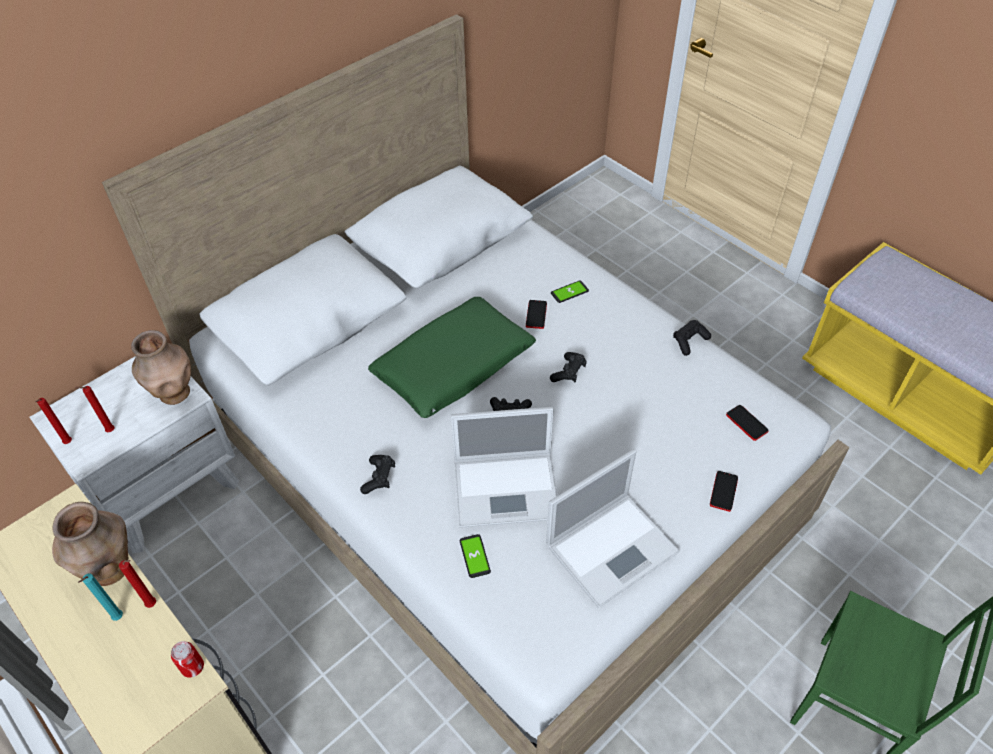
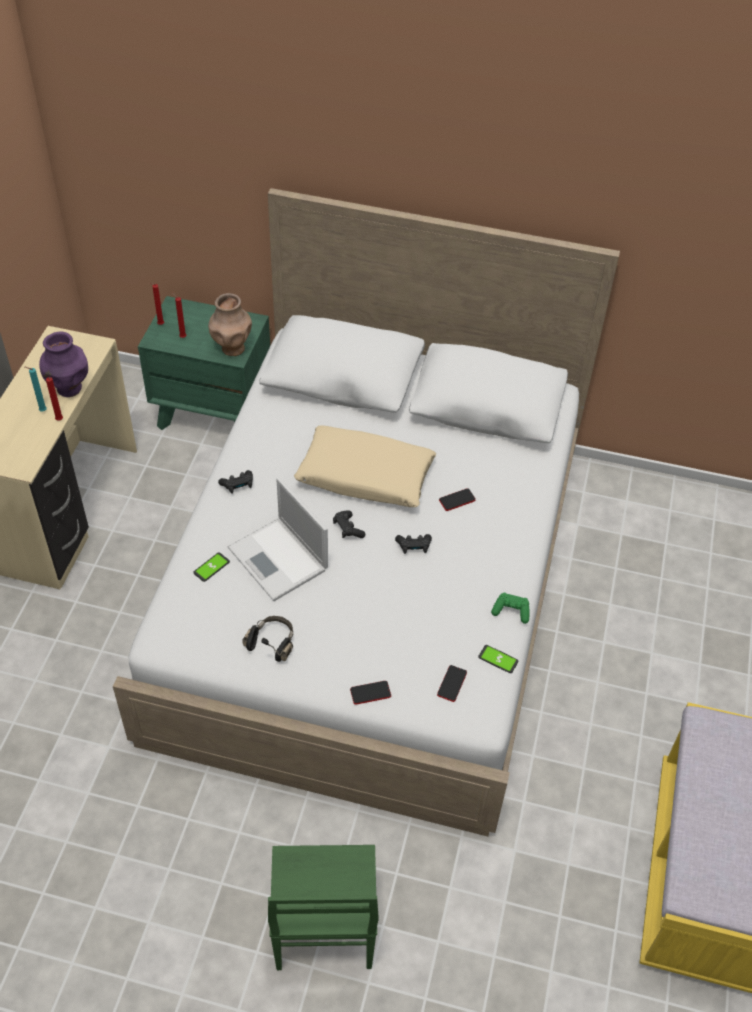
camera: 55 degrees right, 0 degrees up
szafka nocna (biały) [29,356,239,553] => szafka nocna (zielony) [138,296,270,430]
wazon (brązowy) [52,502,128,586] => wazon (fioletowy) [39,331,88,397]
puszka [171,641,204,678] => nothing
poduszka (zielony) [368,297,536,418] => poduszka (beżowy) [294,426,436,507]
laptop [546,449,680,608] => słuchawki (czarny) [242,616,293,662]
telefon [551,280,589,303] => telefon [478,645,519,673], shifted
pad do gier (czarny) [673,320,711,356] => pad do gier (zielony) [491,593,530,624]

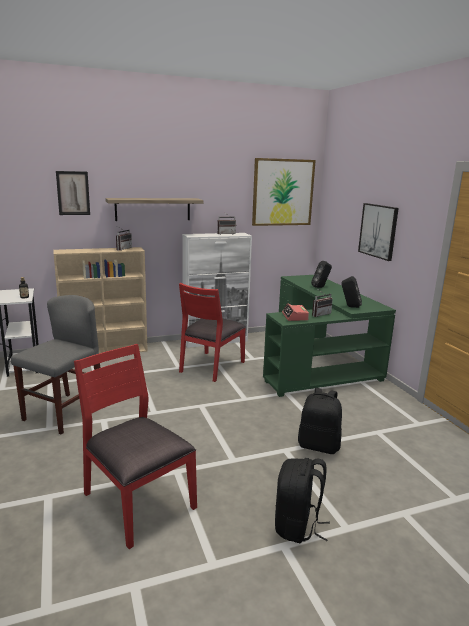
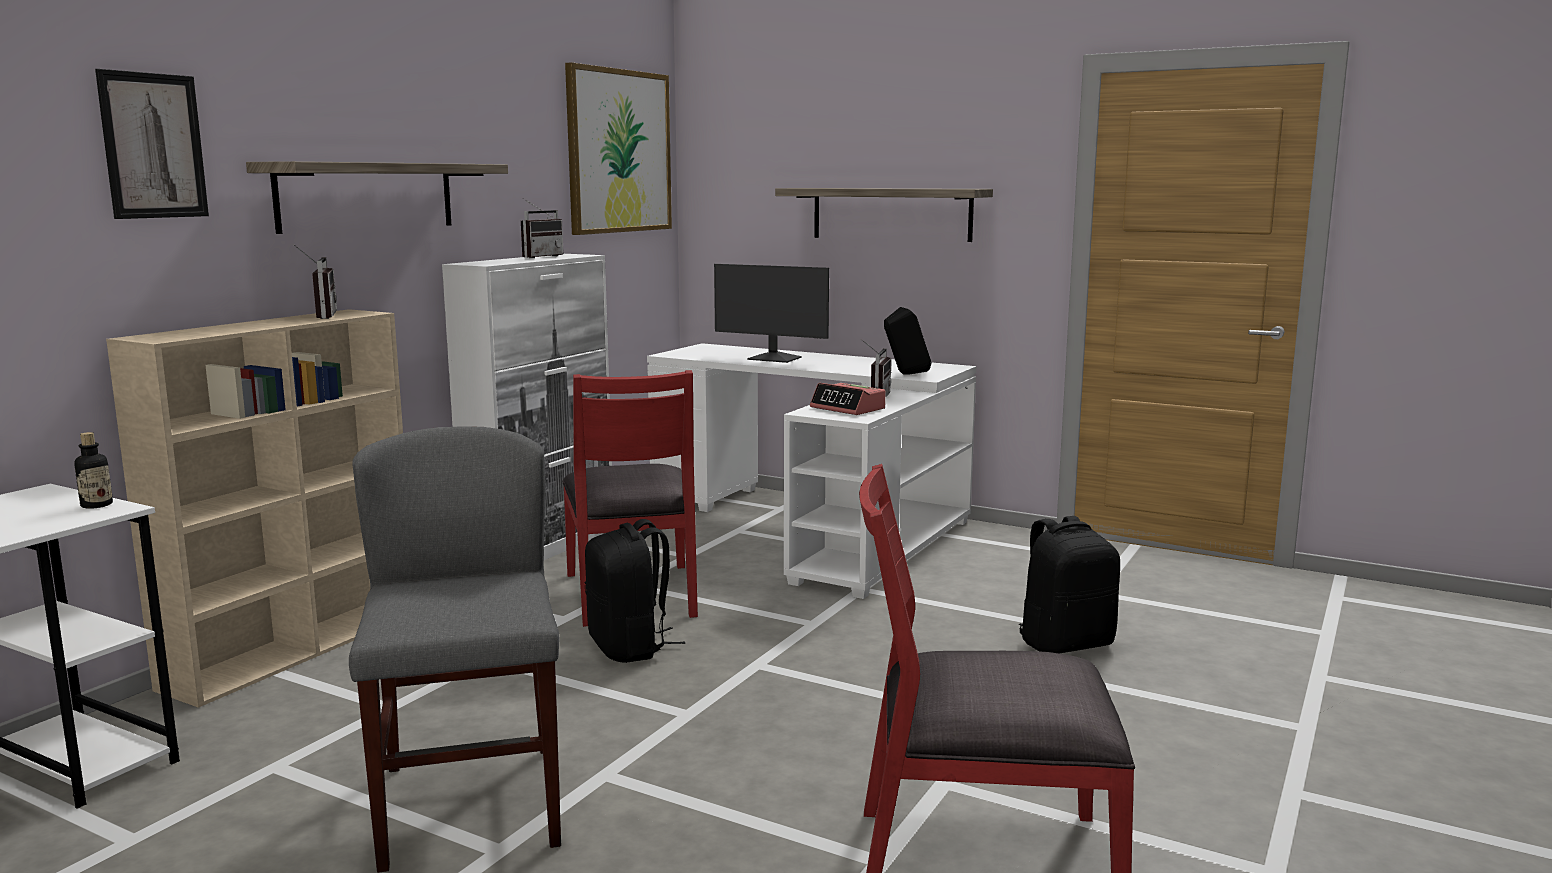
camera: 40 degrees left, 5 degrees down
biurko (zielony) [263,275,396,397] => biurko (biały) [647,343,976,599]
plecak (czarny) [275,458,330,543] => plecak (czarny) [585,519,685,663], shifted
głośnik (czarny) [311,261,332,288] => monitor [714,264,829,363]
obraz [358,203,399,261] => półka [775,188,993,242]

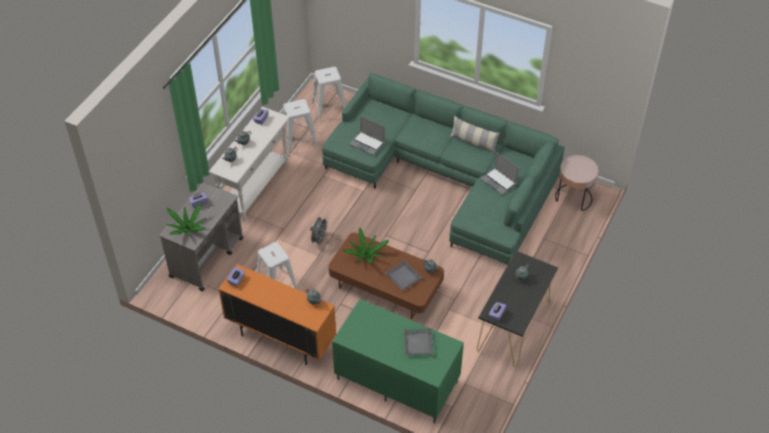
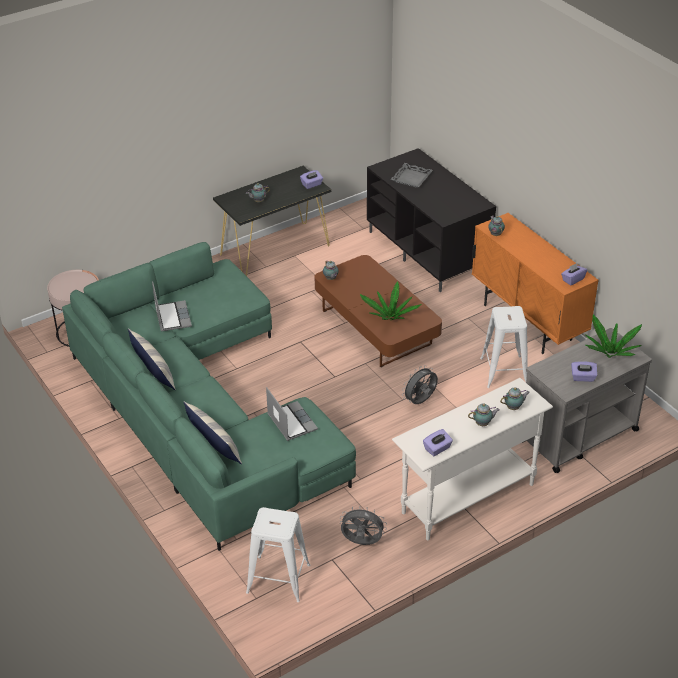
camera: 150 degrees left, 10 degrees down
stołek (biały) [283,99,318,155] => wentylator (szary) [340,506,387,545]
szafka pod telewizor (zielony) [332,299,464,423] => szafka pod telewizor (czarny) [367,148,496,292]
taca (szary) [384,260,423,291] => nothing
nothing => poduszka [183,401,242,464]

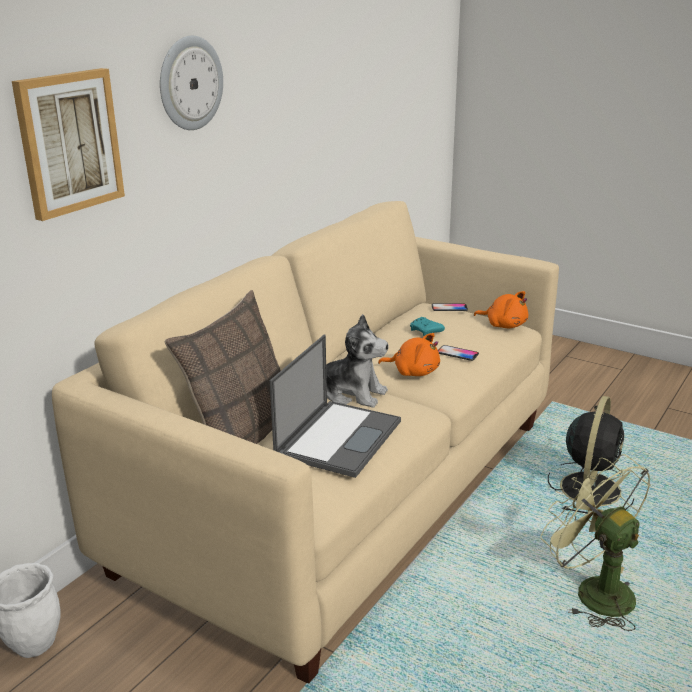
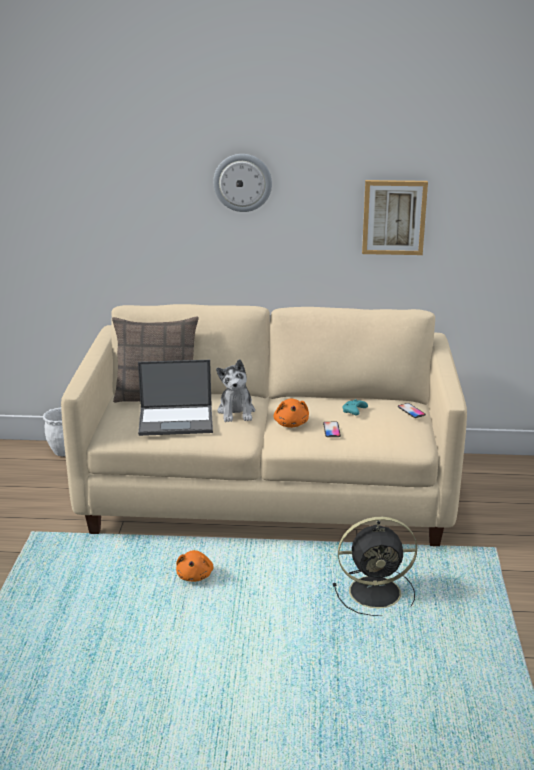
camera: 60 degrees right, 0 degrees up
obraz [12,68,125,221] => obraz [362,180,428,255], shifted
pluszak (pomarańczowy) [474,291,528,328] => pluszak (pomarańczowy) [176,550,214,582], shifted
wentylator (zielony) [540,454,651,631] => nothing

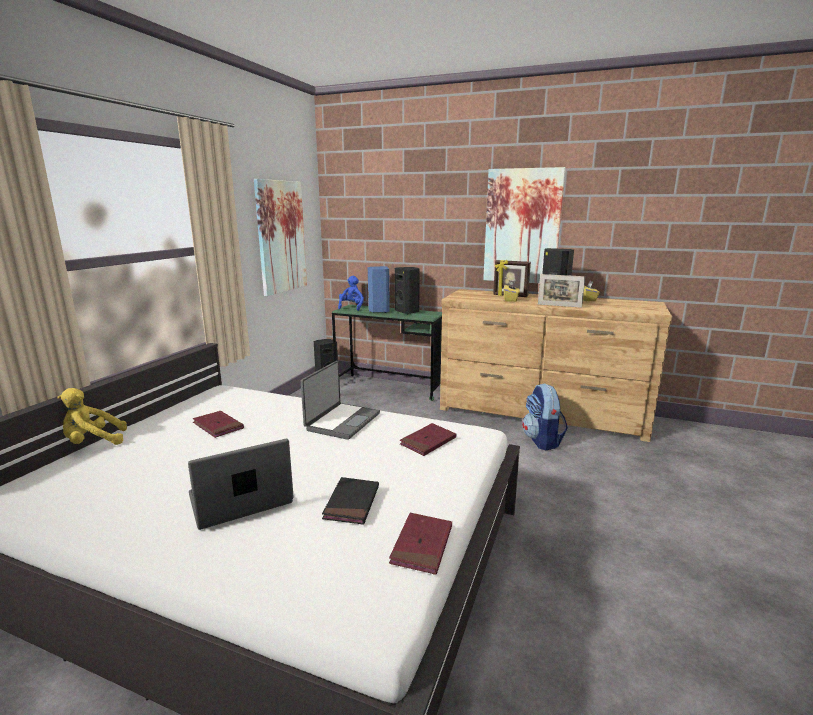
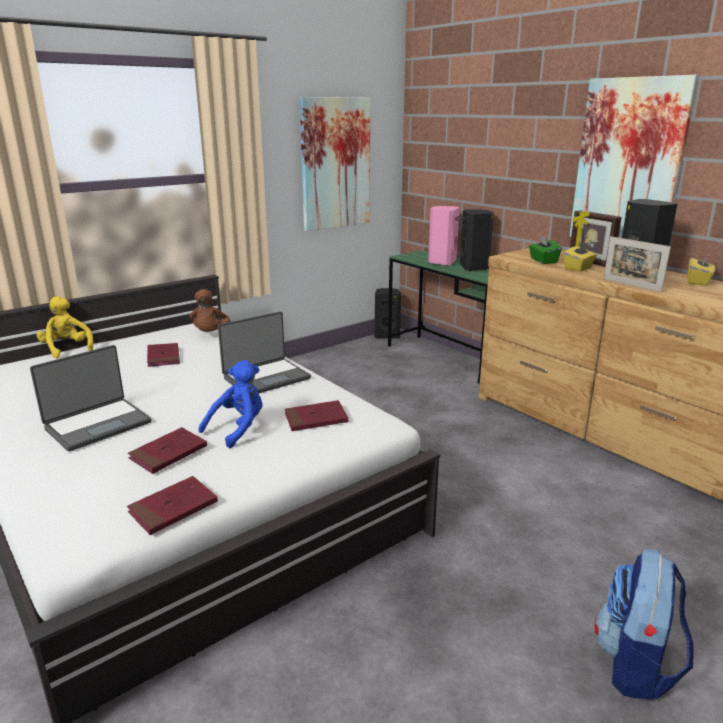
camera: 30 degrees right, 5 degrees up
pluszak (żółty) [57,388,127,445] => pluszak (żółty) [36,296,93,359], 45 degrees clockwise
laptop [188,439,294,530] => laptop [30,345,152,452], 135 degrees clockwise
książka (czarny) [322,477,379,525] => książka (czerwony) [128,427,207,474]
pluszak (niebieski) [338,276,364,311] => pluszak (niebieski) [198,360,263,448], shifted
głośnik (niebieski) [368,266,390,313] => głośnik (różowy) [428,206,460,266]
plecak [522,383,568,450] => plecak [595,550,694,700], shifted
nothing => pluszak (brązowy) [189,289,231,332]
nothing => pudełko chusteczek (zielony) [529,235,562,264]

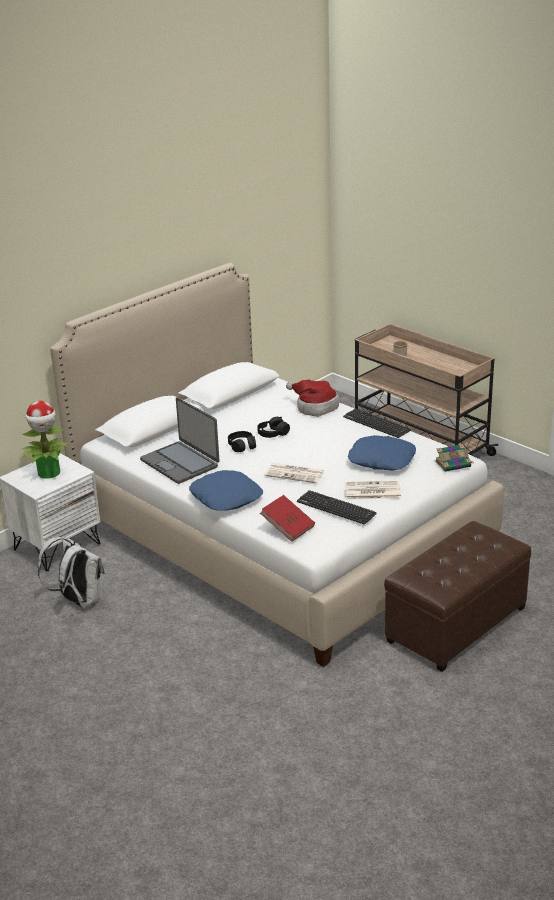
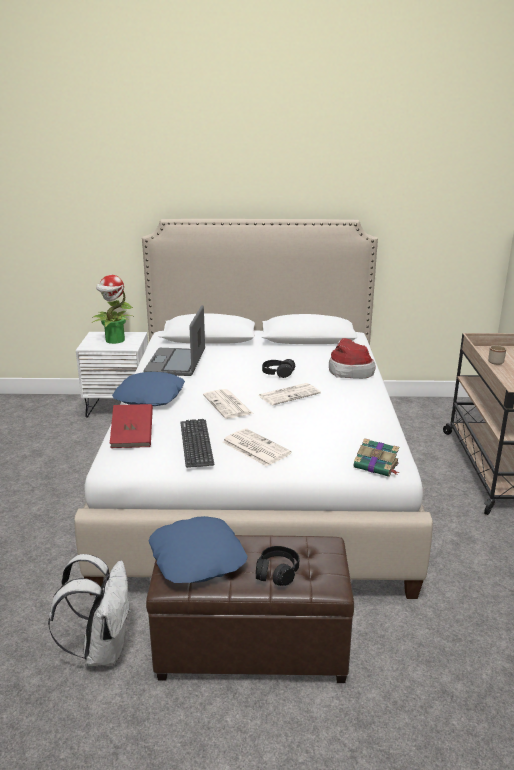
camera: 45 degrees right, 5 degrees down
plecak (biały) [38,537,105,608] => plecak (biały) [48,554,130,666], shifted
słuchawki (czarny) [228,431,256,452] => słuchawki (czarny) [256,546,299,586], shifted
klawiatura [343,408,411,438] => nothing
poduszka (niebieski) [348,435,416,471] => poduszka (niebieski) [148,516,247,583], shifted
nothing => gazeta [258,383,321,406]

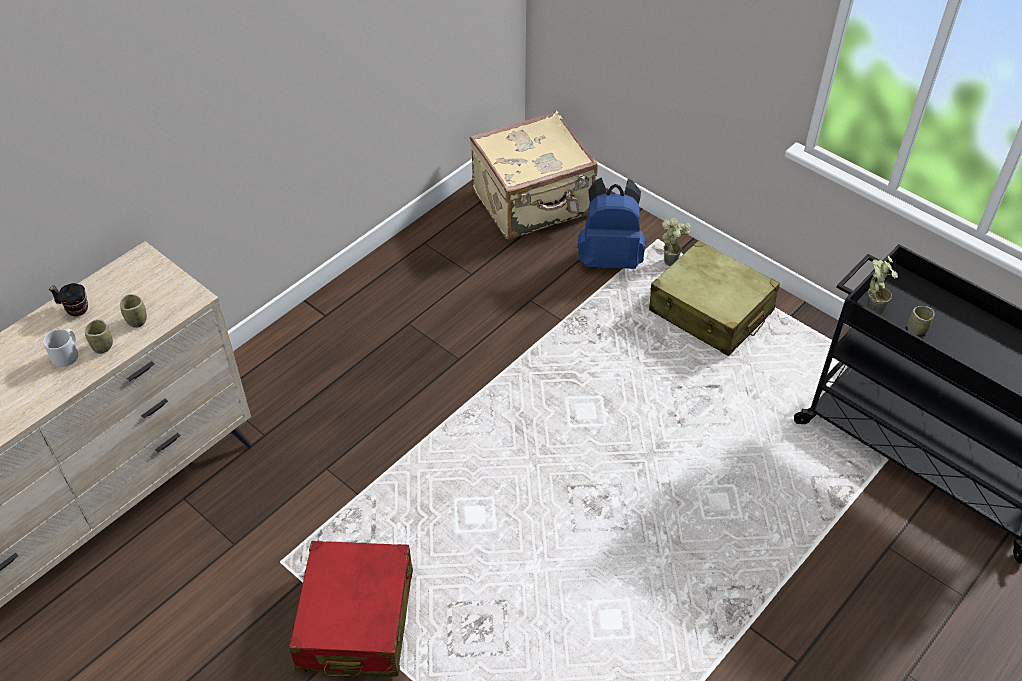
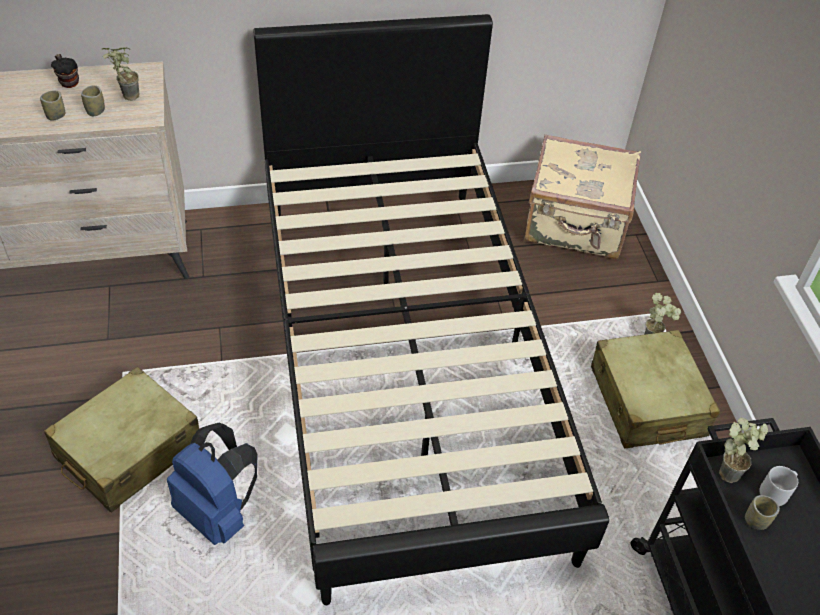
camera: 35 degrees right, 0 degrees up
kubek (szary) [43,329,78,367] => kubek (szary) [759,466,798,506], shifted
walizka (czerwony) [289,541,413,676] => walizka (beżowy) [44,367,199,513]
plecak (niebieski) [578,177,645,269] => plecak (niebieski) [167,423,258,545], shifted
nothing => roślina doniczkowa [102,47,140,101]
nothing => łóżko (czarny) [253,14,609,605]

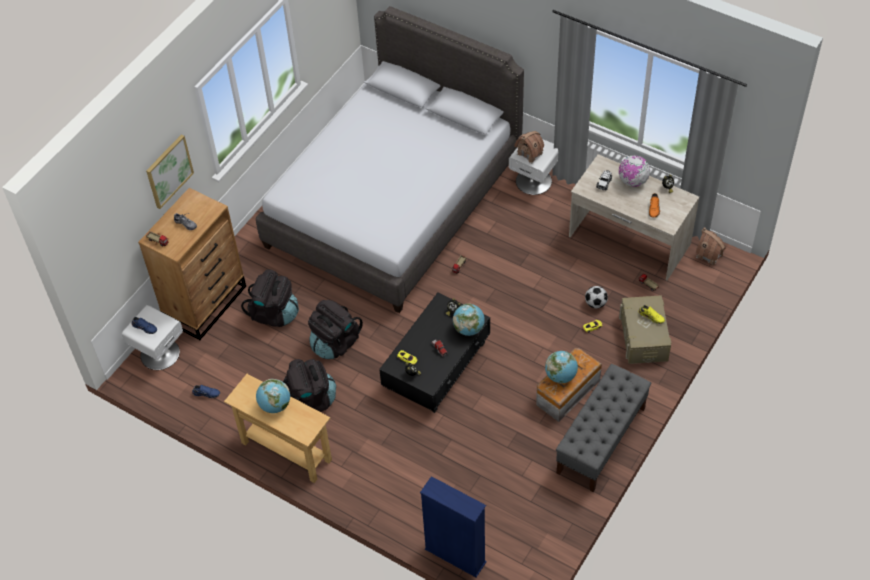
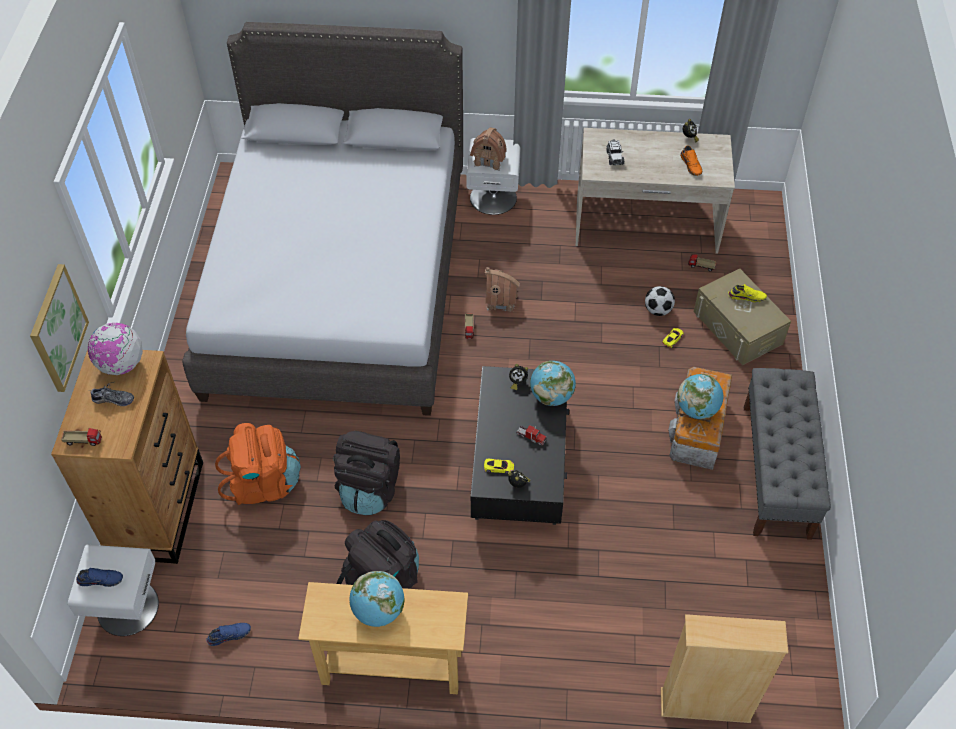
camera: 30 degrees left, 0 degrees up
plecak (czarny) [241,269,299,327] => plecak (pomarańczowy) [215,423,301,505]
regał (niebieski) [420,476,487,577] => regał (beżowy) [661,614,788,723]
globus [619,156,650,187] => globus [88,323,143,375], shifted
domek [696,227,725,265] => domek [485,267,520,312], shifted

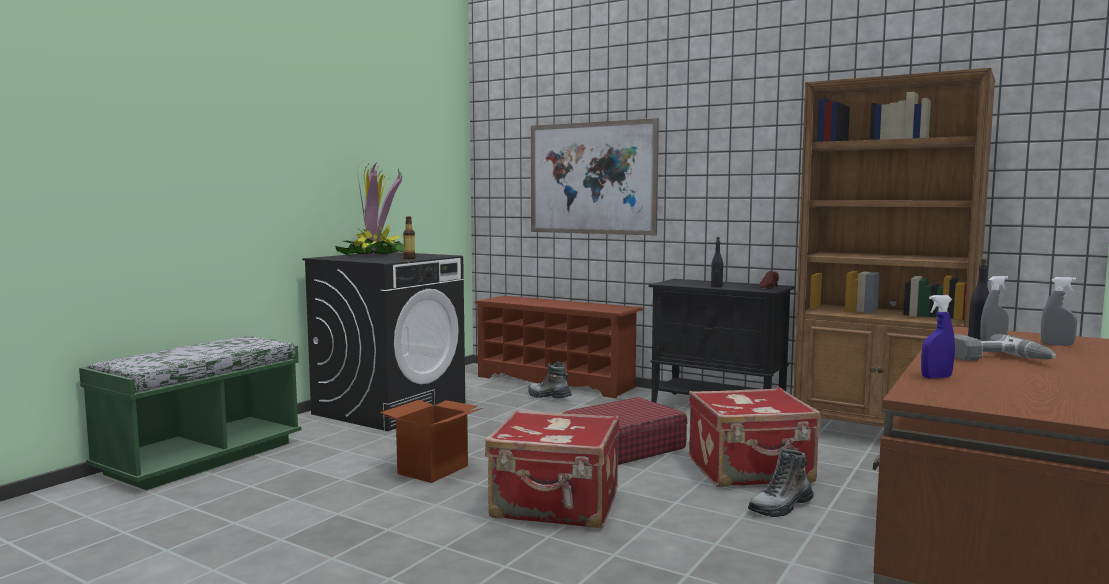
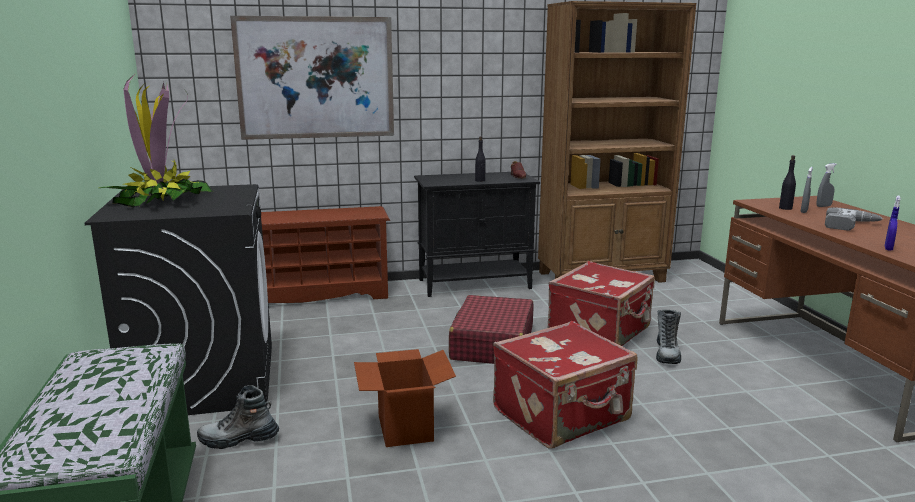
camera: 45 degrees left, 10 degrees up
butelka [403,216,416,259] => nothing
but z cholewką [528,362,572,398] => but z cholewką [197,385,279,449], shifted

